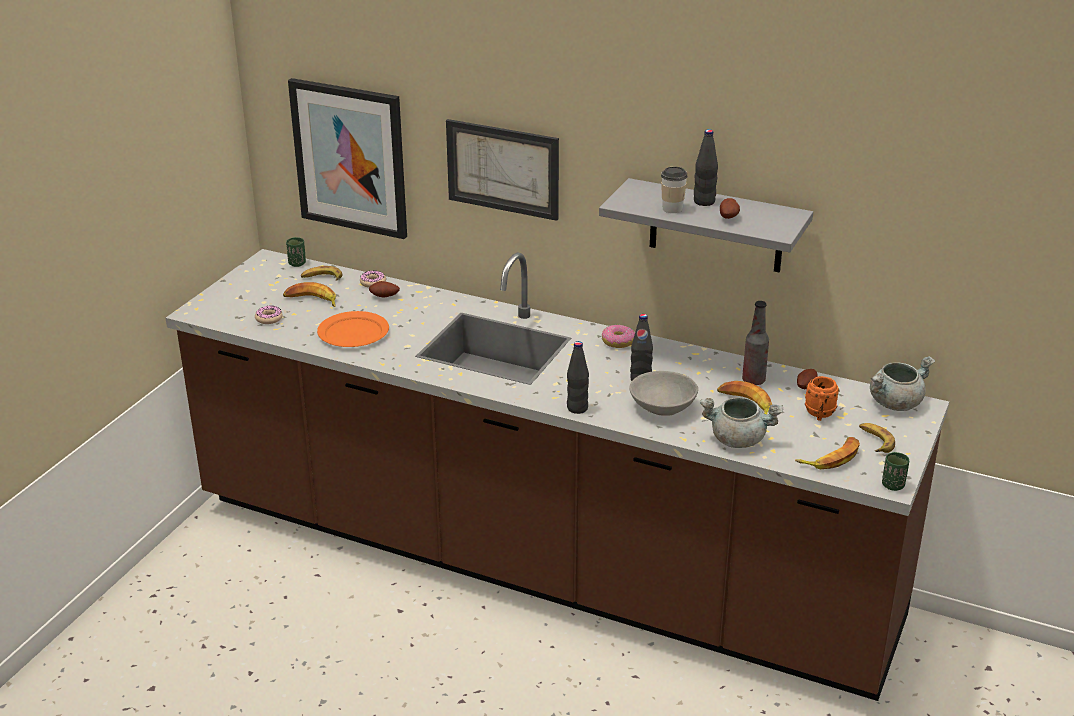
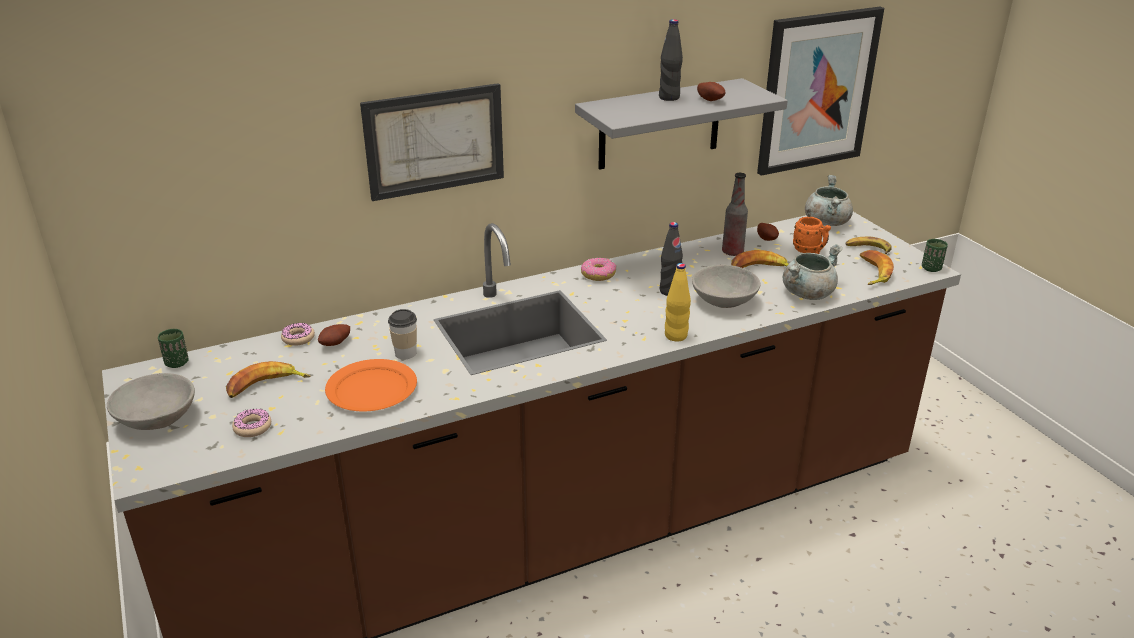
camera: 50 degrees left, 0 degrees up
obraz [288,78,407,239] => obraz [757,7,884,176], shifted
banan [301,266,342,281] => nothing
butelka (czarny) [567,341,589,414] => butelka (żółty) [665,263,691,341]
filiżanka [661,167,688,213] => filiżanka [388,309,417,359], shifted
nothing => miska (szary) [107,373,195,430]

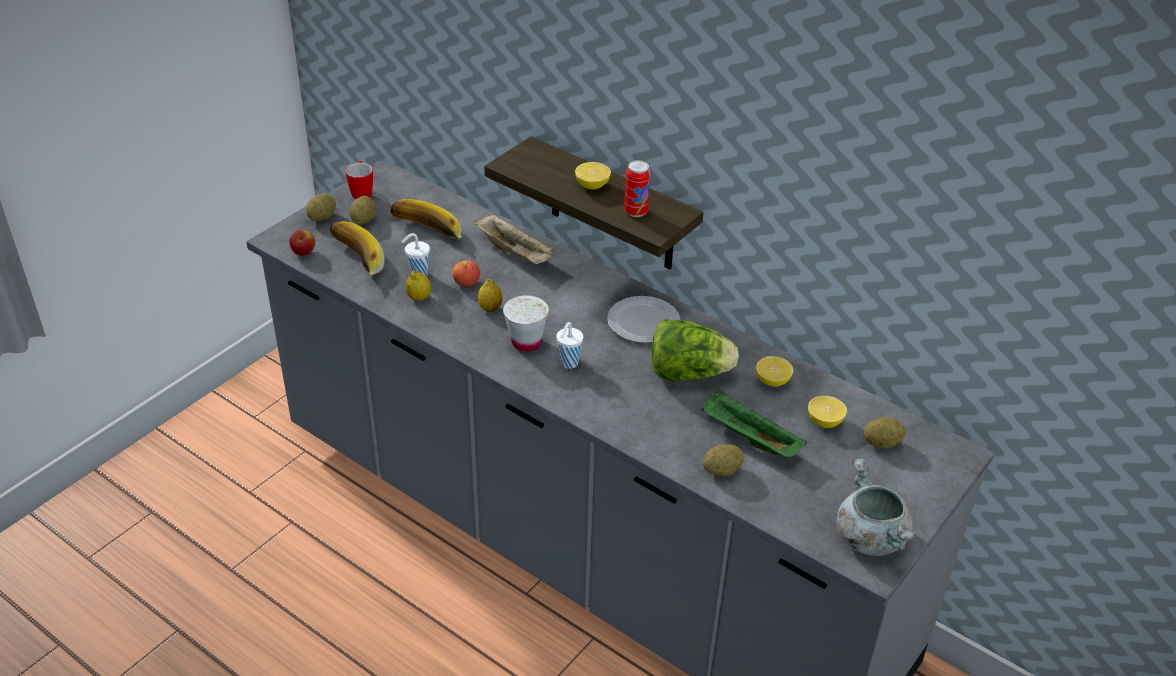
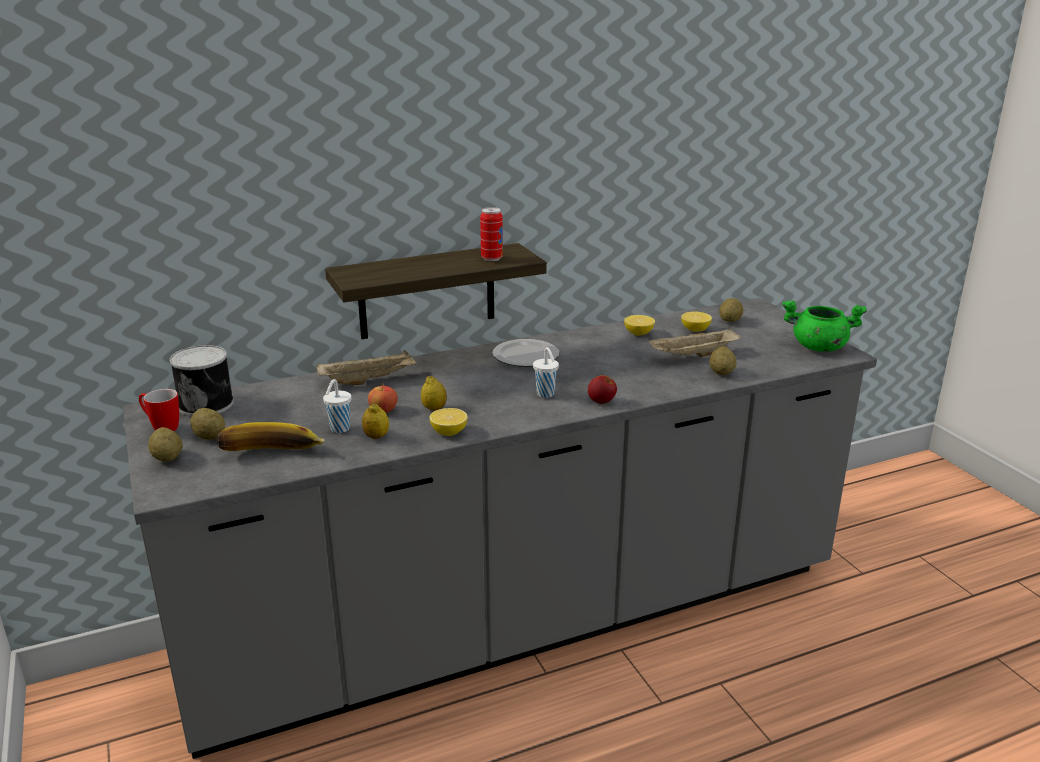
camera: 60 degrees left, 15 degrees down
jabłko [289,229,315,256] => jabłko [588,375,617,404], shifted
banan [391,199,462,240] => nothing
filiżanka (biały) [503,295,549,352] => nothing
cytryna [575,162,611,190] => cytryna [430,408,468,436], shifted
sałata [652,319,739,381] => nothing
taca (zielony) [700,389,807,458] => taca (beżowy) [649,327,740,357]
garnek (szary) [836,459,916,556] => garnek (zielony) [782,300,867,352]
nothing => puszka [170,345,234,417]

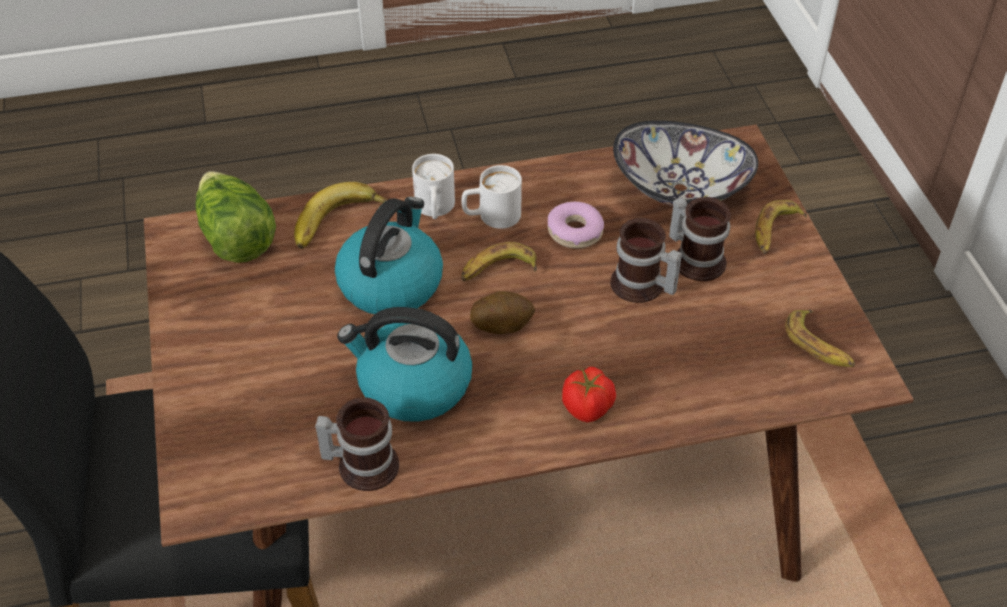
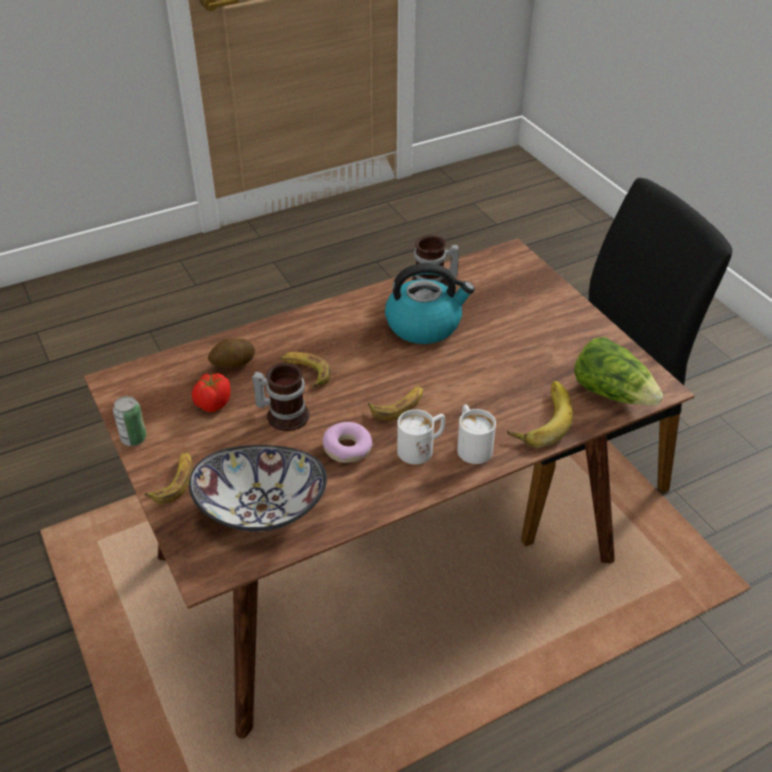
camera: 165 degrees right, 5 degrees down
czajnik [335,197,443,314] => nothing
ziemniak [470,291,535,334] => ziemniak [208,338,255,368], shifted
pomidor [562,367,616,423] => pomidor [192,373,231,412], shifted
kubek [669,197,731,281] => nothing
banan [785,310,855,367] => banan [281,352,331,388], shifted
nothing => puszka [113,396,147,446]

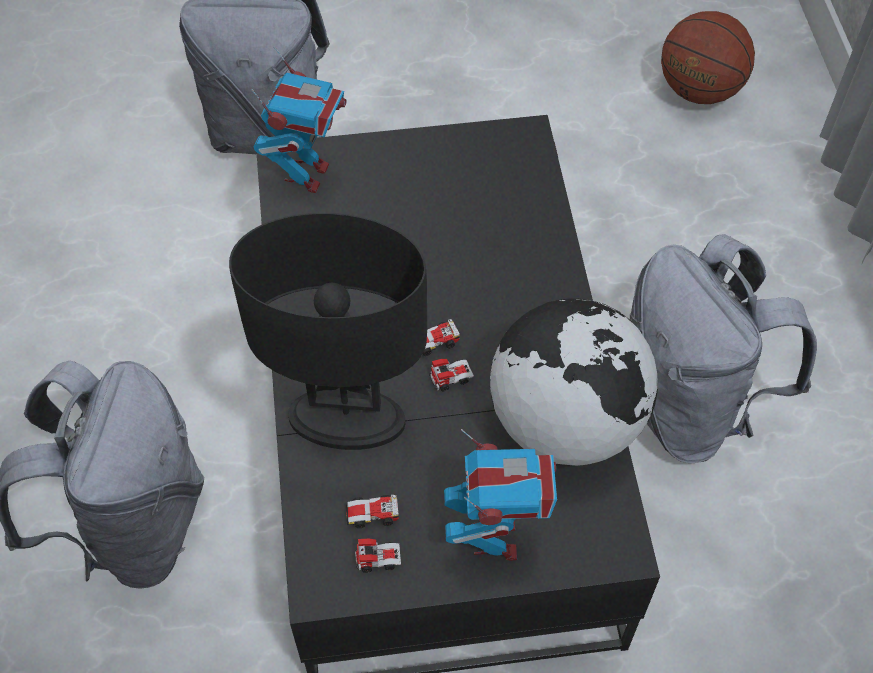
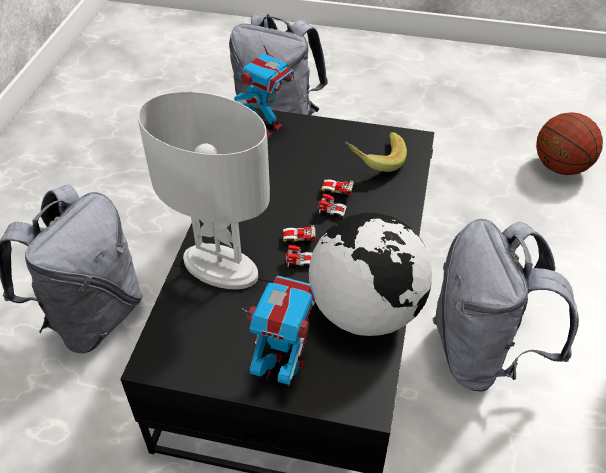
camera: 20 degrees right, 10 degrees down
lampa stołowa (czarny) [229,213,427,450] => lampa stołowa (biały) [138,91,270,289]
samochodzik [346,495,401,573] => samochodzik [318,179,354,218], shifted
robot zabawkowy [444,429,557,561] => robot zabawkowy [242,275,316,387], 90 degrees counterclockwise
nothing => banan [344,132,407,172]

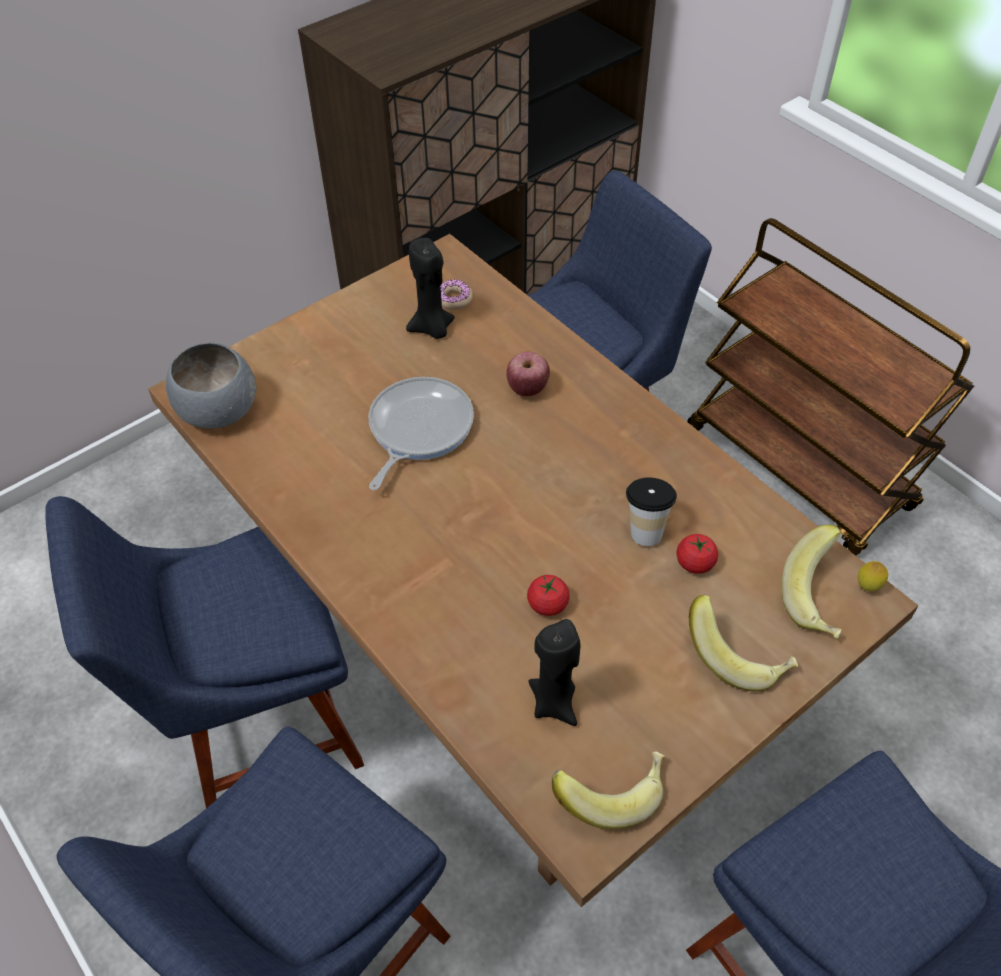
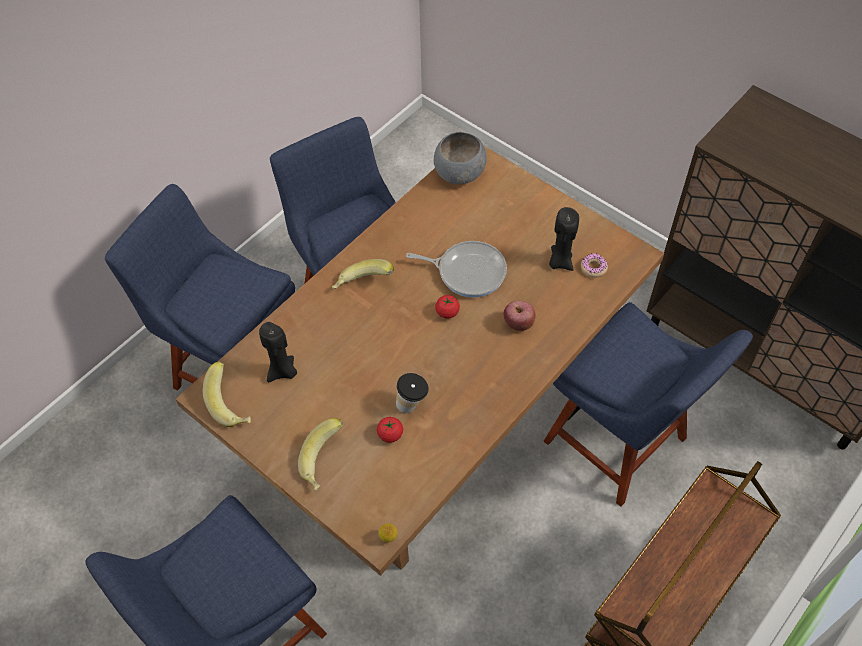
camera: 80 degrees right, 5 degrees up
pomidor [527,575,570,616] => pomidor [435,295,460,319], shifted
banan [782,525,842,639] => banan [332,259,394,289], shifted

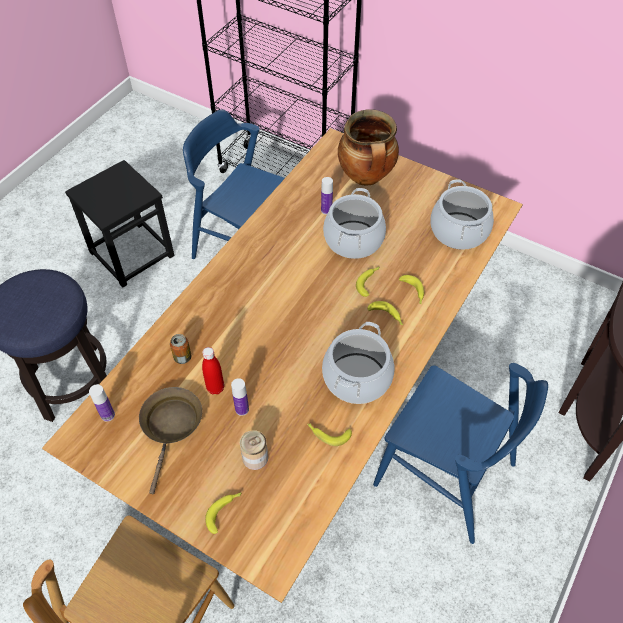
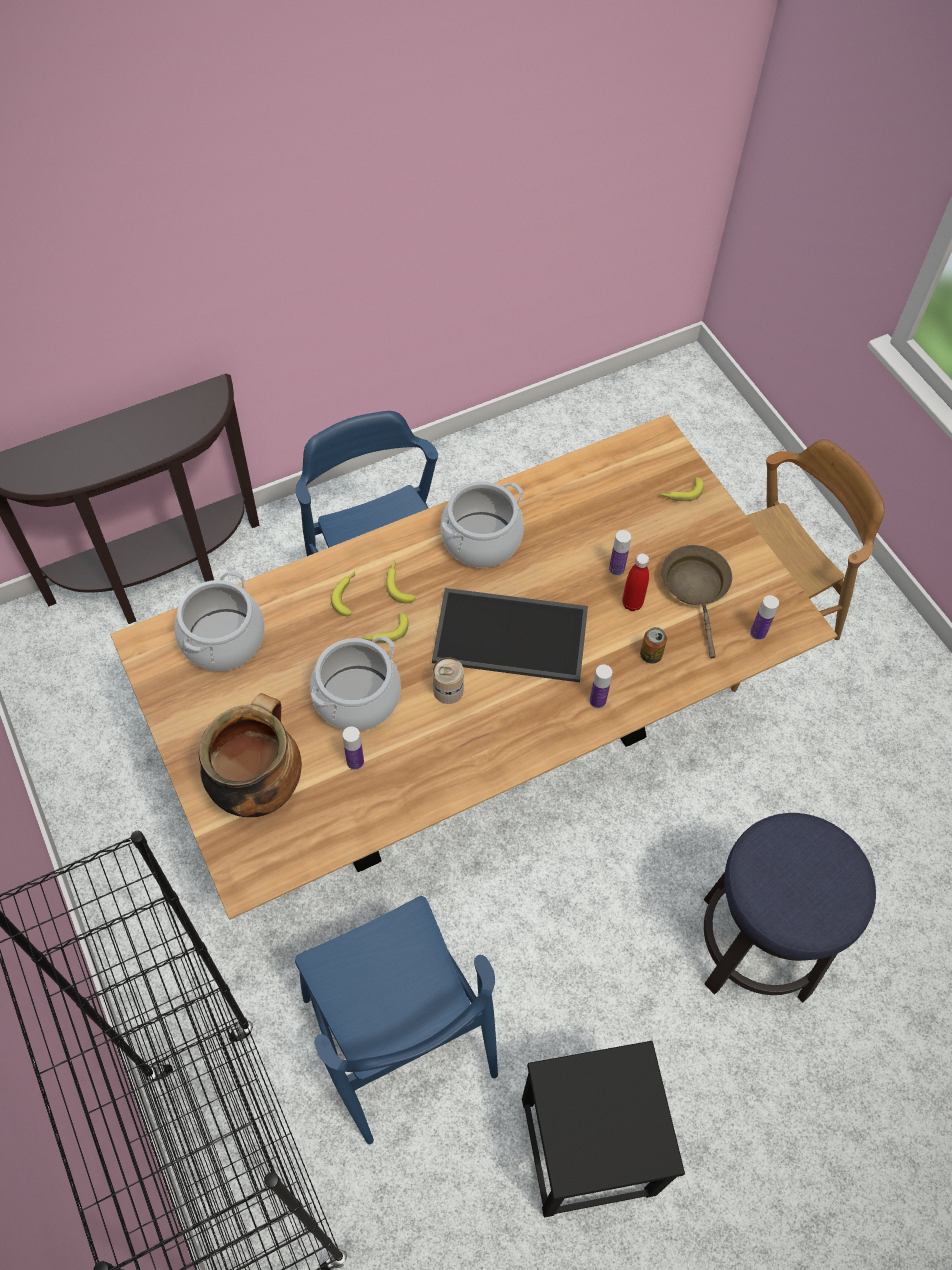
camera: 150 degrees left, 5 degrees up
patelnia (brązowy) [139,387,202,494] => patelnia (brązowy) [661,545,732,658], 135 degrees clockwise
puszka [240,430,268,470] => puszka [433,657,464,704], shifted
banan [307,424,352,446] => nothing
nothing => taca [432,588,588,682]
nothing => butelka [589,664,612,709]

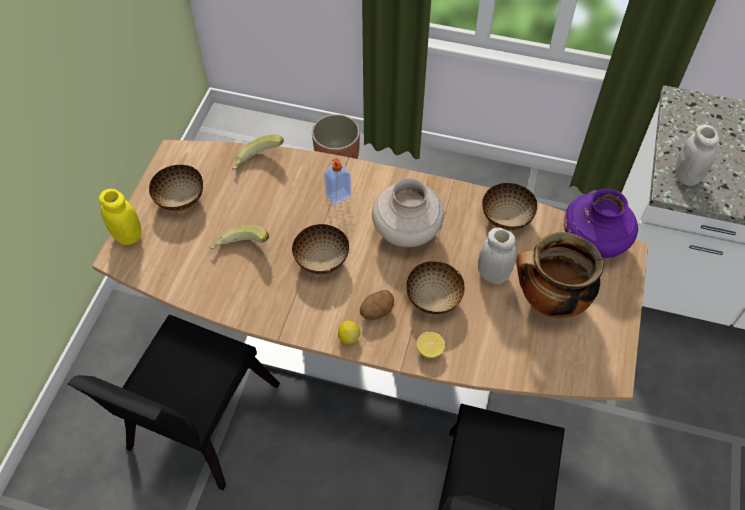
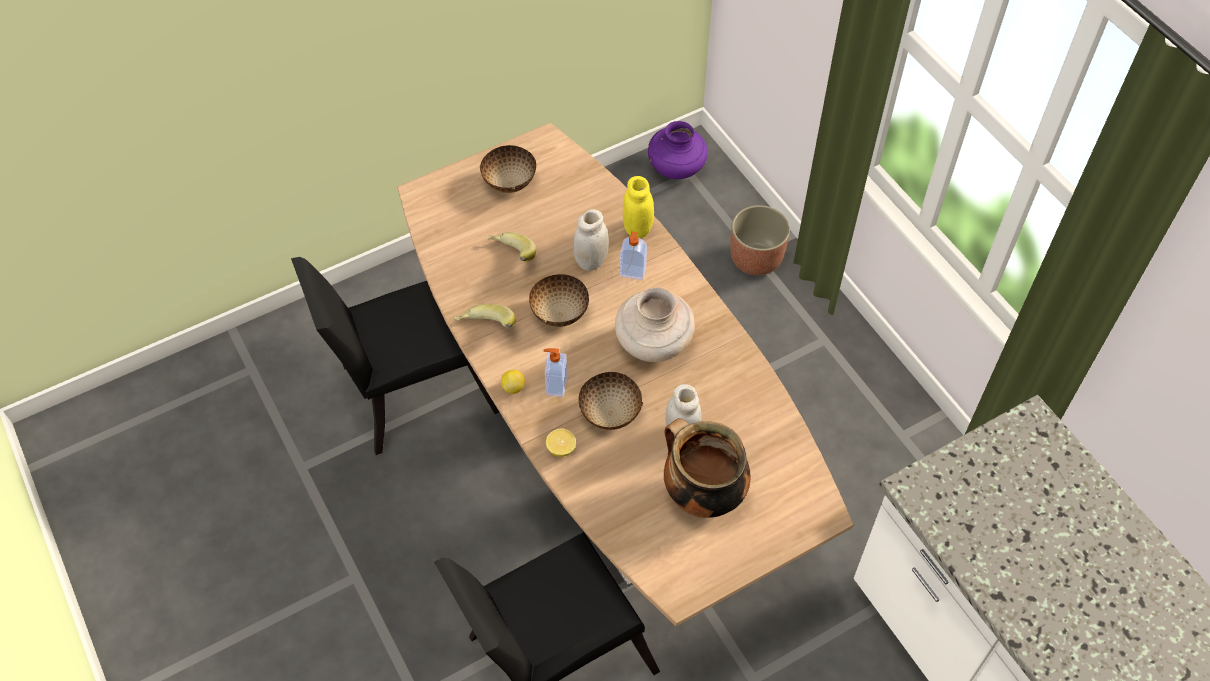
camera: 45 degrees right, 0 degrees up
słoik (żółty) [99,189,142,245] => słoik (żółty) [623,176,654,238], shifted
banan [232,134,284,170] => banan [454,304,516,328], shifted
ziemniak [360,290,394,320] => dozownik mydła [544,348,567,397]
miska [482,183,537,230] => nothing
wazon (fioletowy) [564,189,638,258] => wazon (fioletowy) [648,121,708,179], shifted
słoik (biały) [675,124,719,186] => słoik (biały) [573,209,609,271], shifted

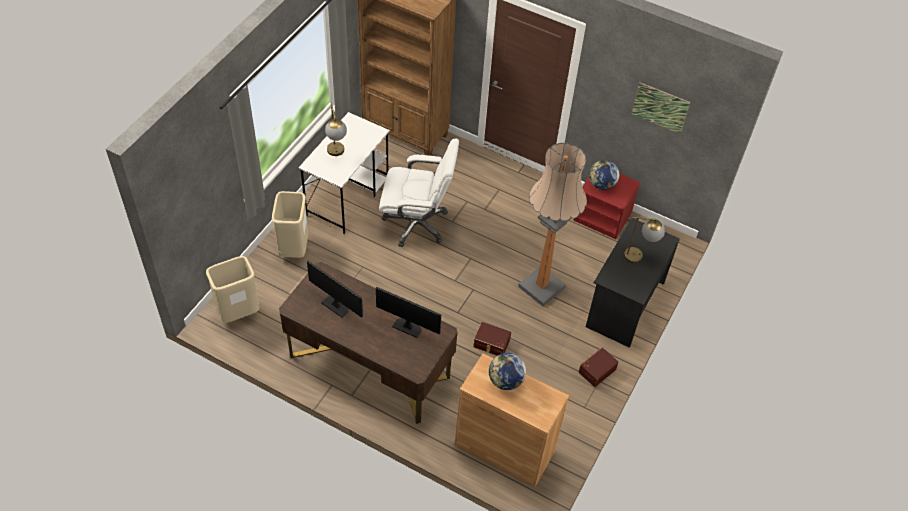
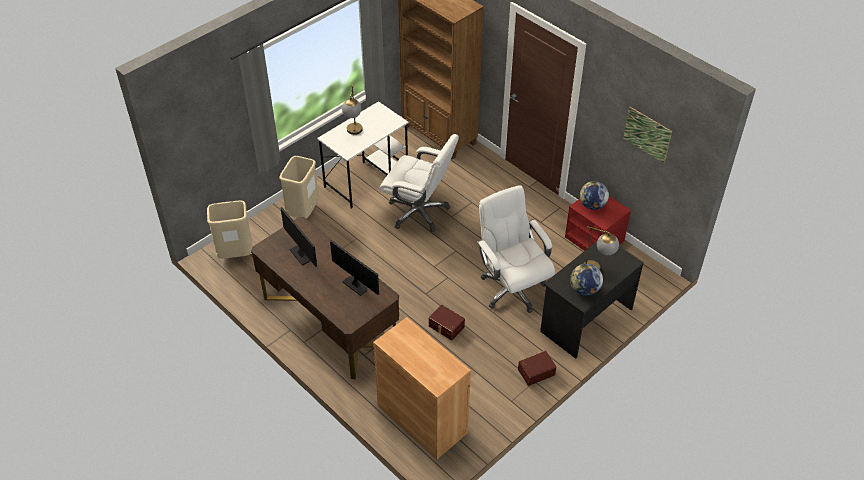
camera: 20 degrees right, 5 degrees down
globus [489,353,526,390] => globus [570,264,603,296], shifted
lampa stojąca [518,143,587,306] => krzesło biurowe (biały) [477,185,555,313]

